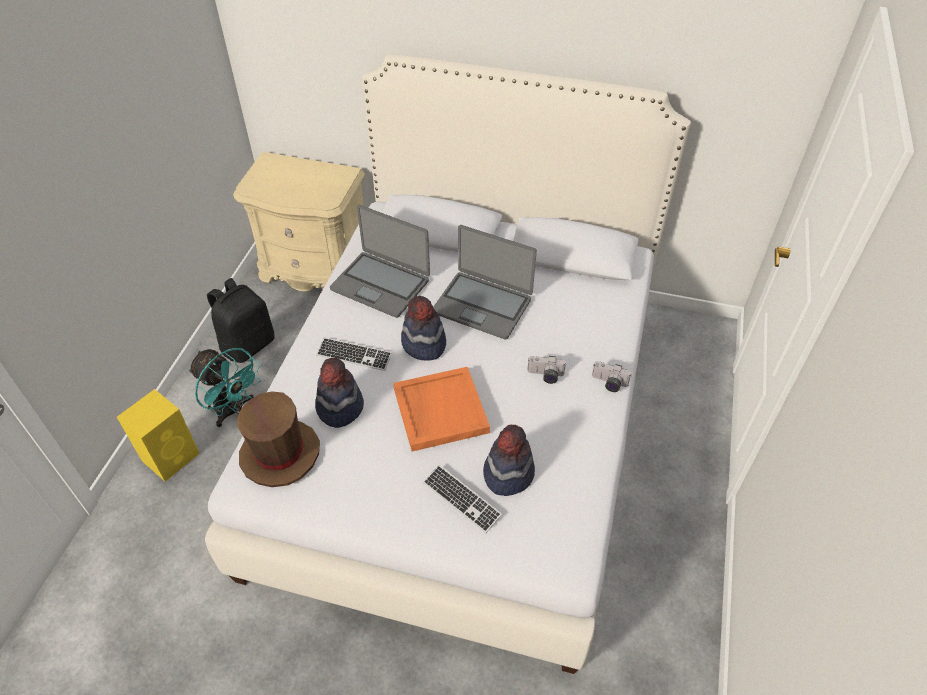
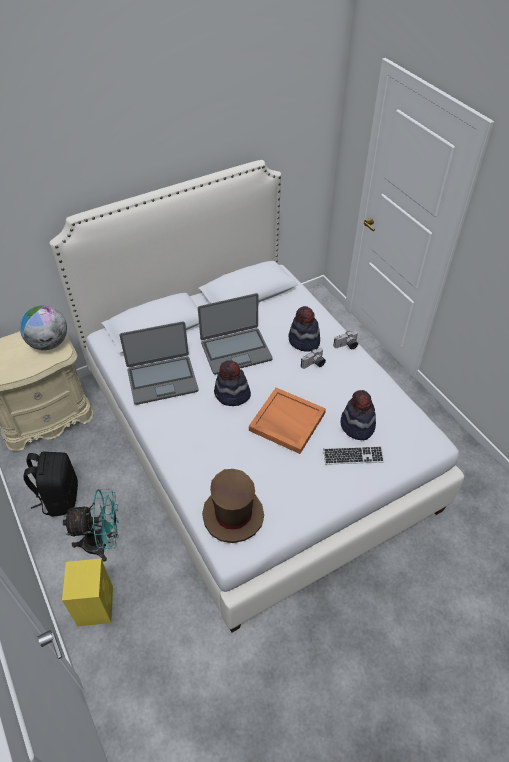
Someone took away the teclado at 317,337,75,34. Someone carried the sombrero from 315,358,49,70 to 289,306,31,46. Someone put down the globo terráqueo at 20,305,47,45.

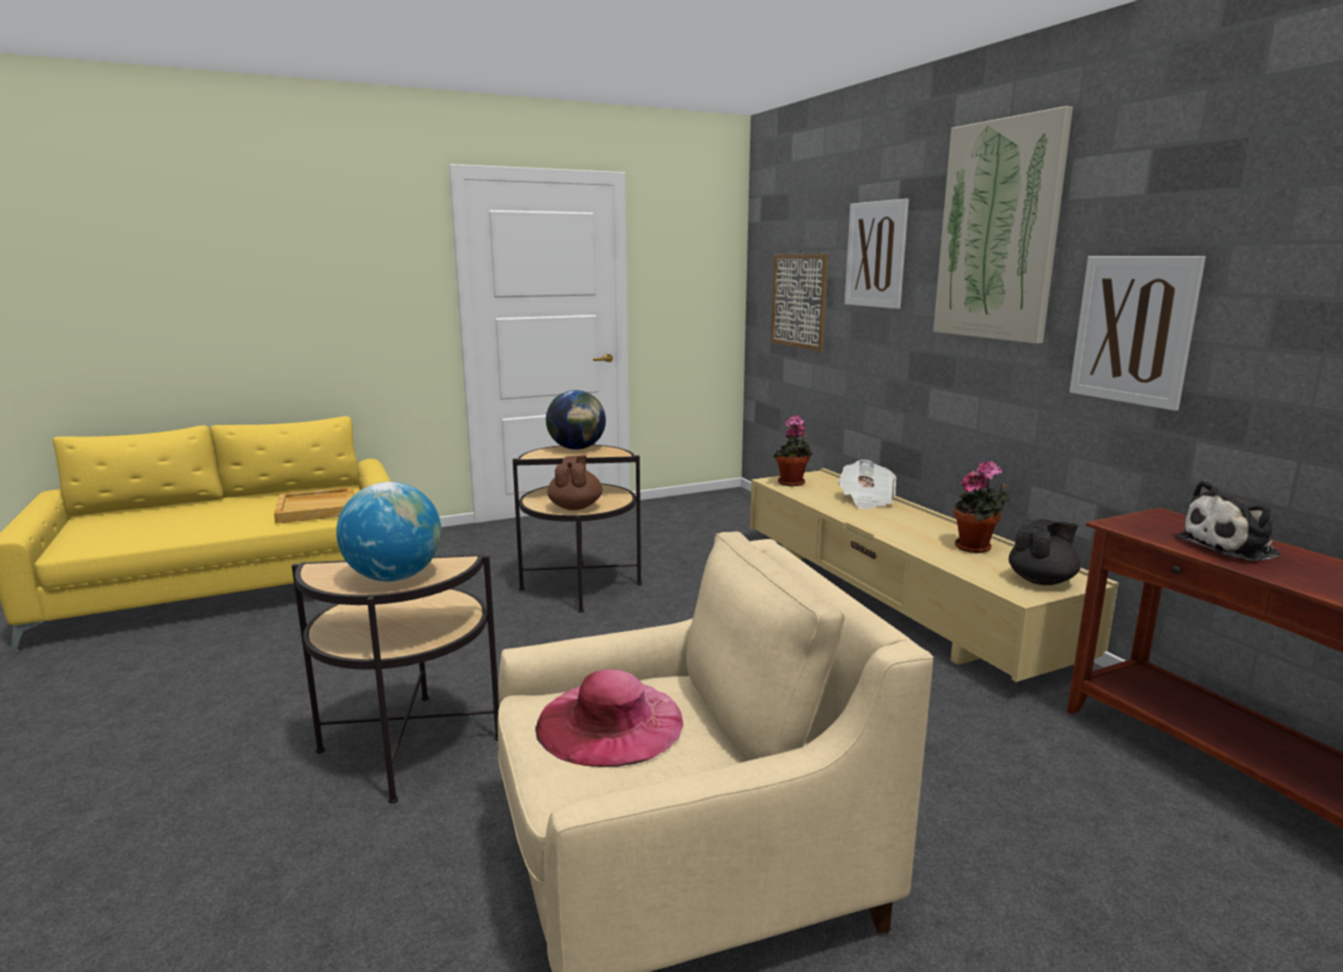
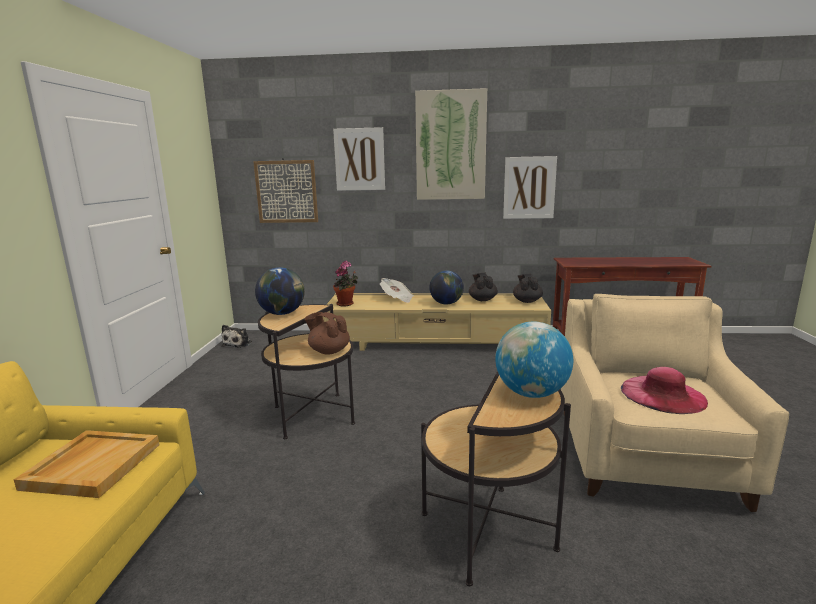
Someone swapped the planta en maceta at 954,461,57,92 for the tetera [negro] at 469,273,29,28. Someone carried the peluche from 1176,480,105,81 to 221,325,31,23. Someone put down the globo terráqueo at 429,270,35,35.

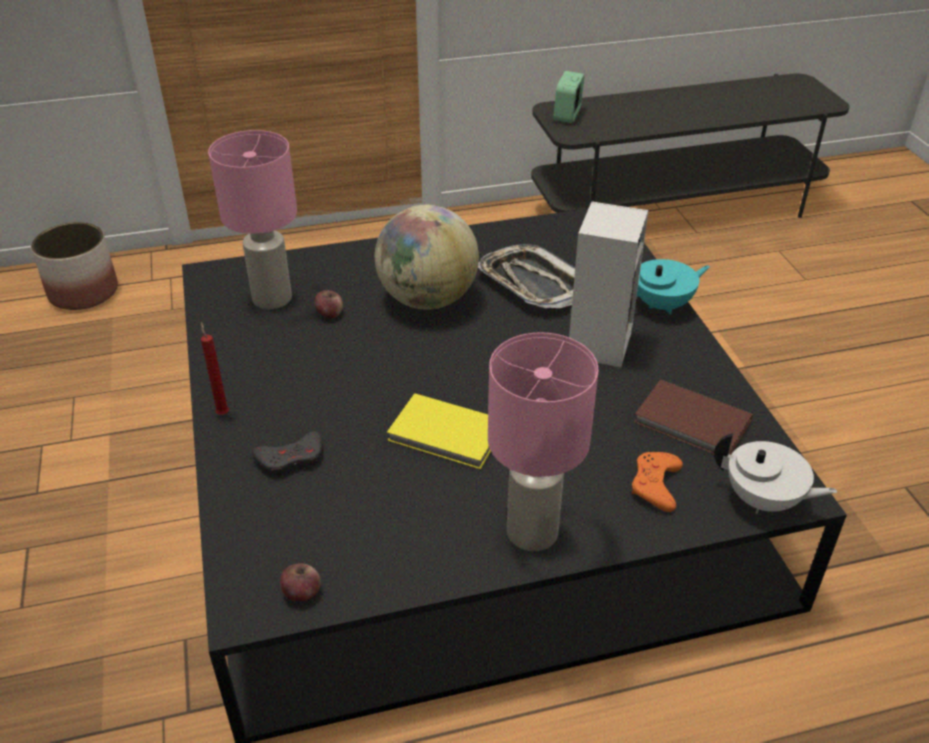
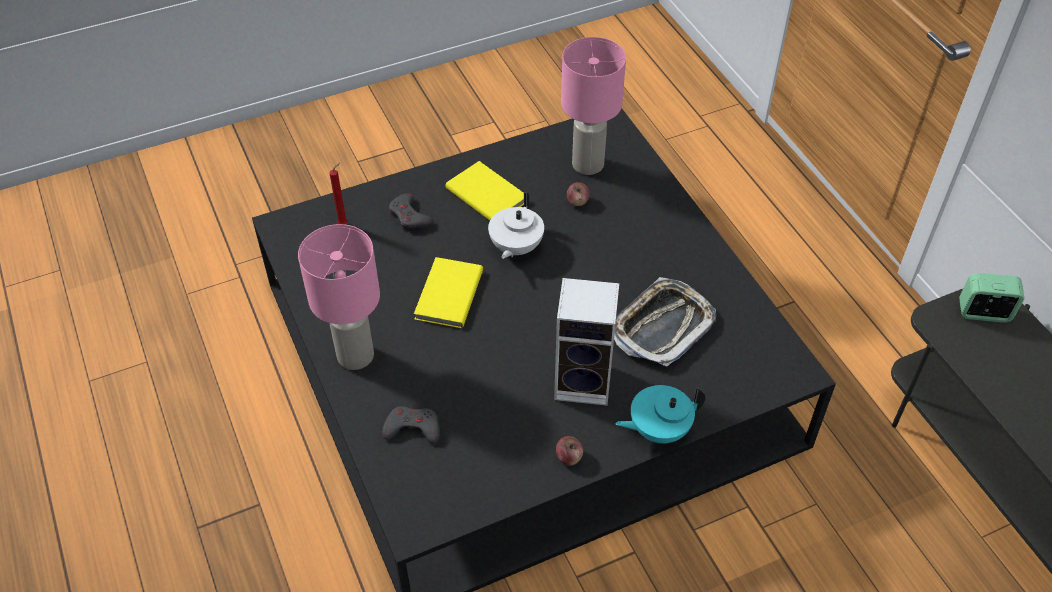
Someone took away the globo terráqueo at 375,205,104,105. Someone took away the maceta at 31,222,87,88. Someone rotated the tetera [turquesa] at 637,259,73,56 by 105 degrees clockwise. Someone carried the vela [rojo] from 201,322,28,93 to 329,163,19,61. Someone took away the libro [marrón] at 634,380,119,75. Someone carried the tetera [blanco] from 714,433,123,81 to 488,192,56,67. Someone repainted the mando de consola [naranja] at 632,452,51,60, which became the mando de consola [gris] at 382,406,58,38. Someone carried the manzana from 280,563,40,38 to 556,436,27,30. Someone put down the libro [amarillo] at 445,161,79,59.

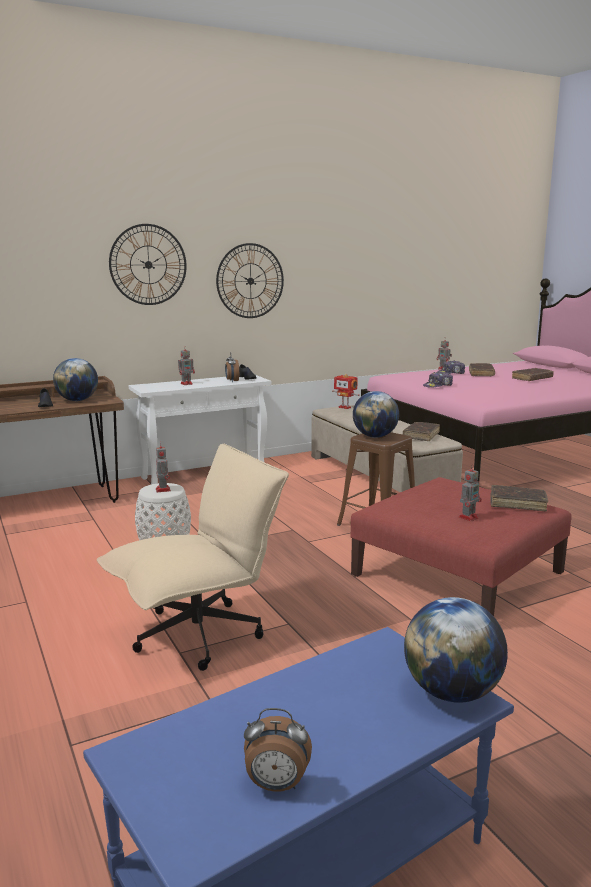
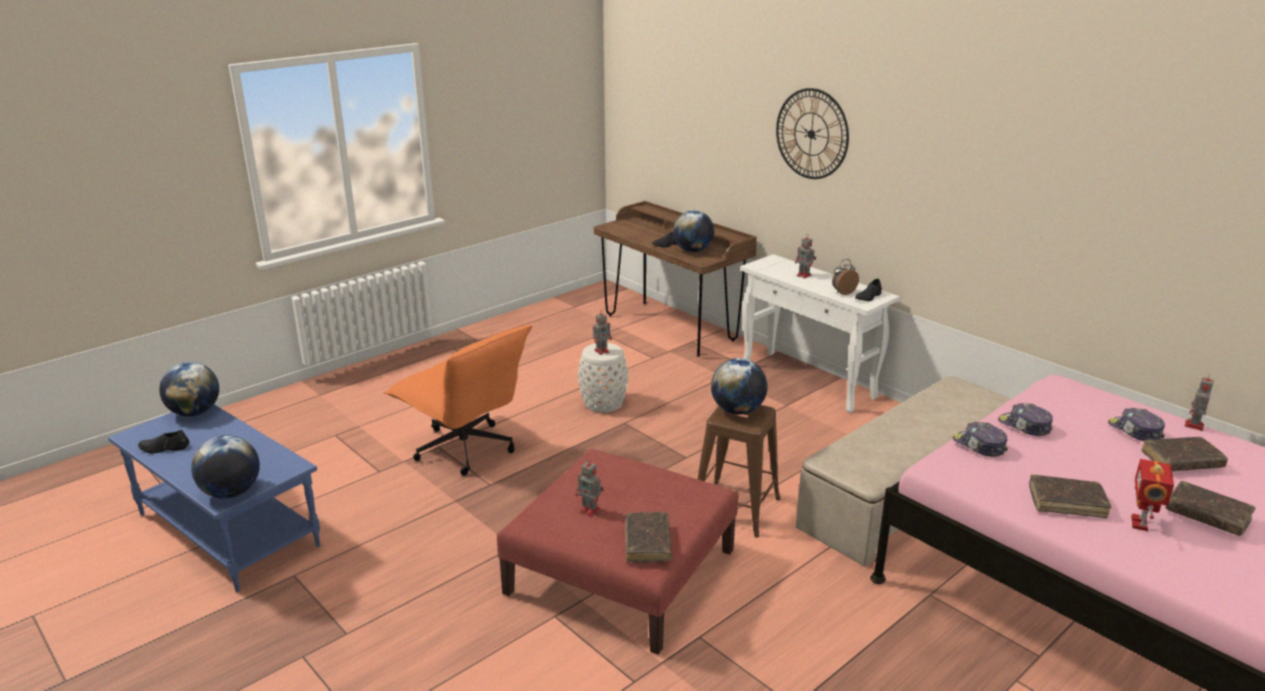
Someone took away the reloj de pared at 216,243,68,75. Someone carried the robot de juguete from 332,374,28,35 to 1131,459,43,72. Someone carried the libro [marrón] from 403,422,37,19 to 1029,475,82,43. Someone repainted the silla de oficina [beis] at 97,444,192,227, which became the silla de oficina [naranja] at 383,325,149,151. Someone swapped the despertador at 244,708,68,84 for the zapato [negro] at 138,430,52,24. Someone put down the globo terráqueo at 159,362,60,54. Someone put down the gorra at 953,422,55,35.

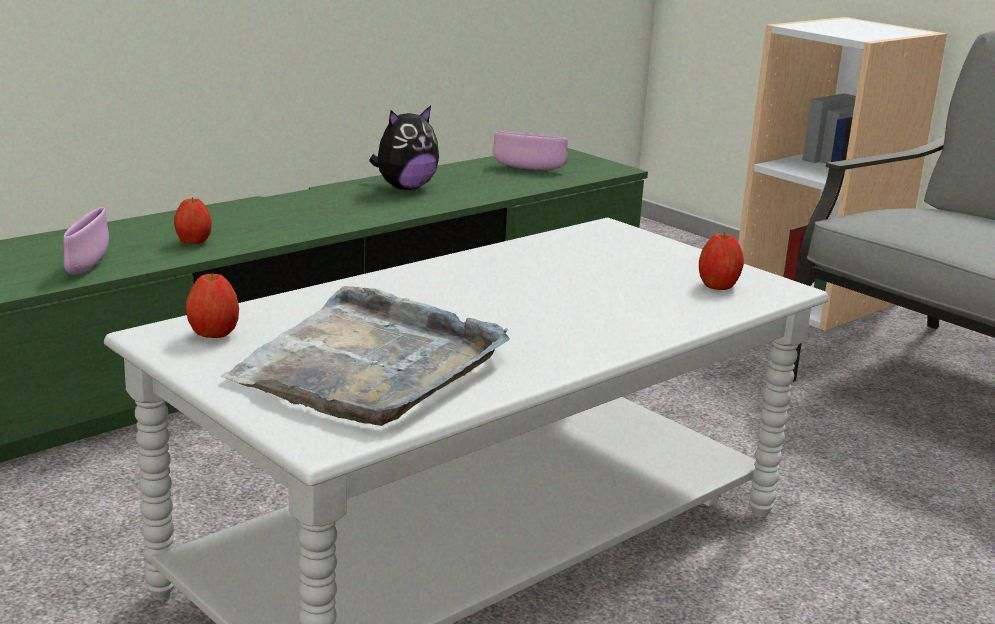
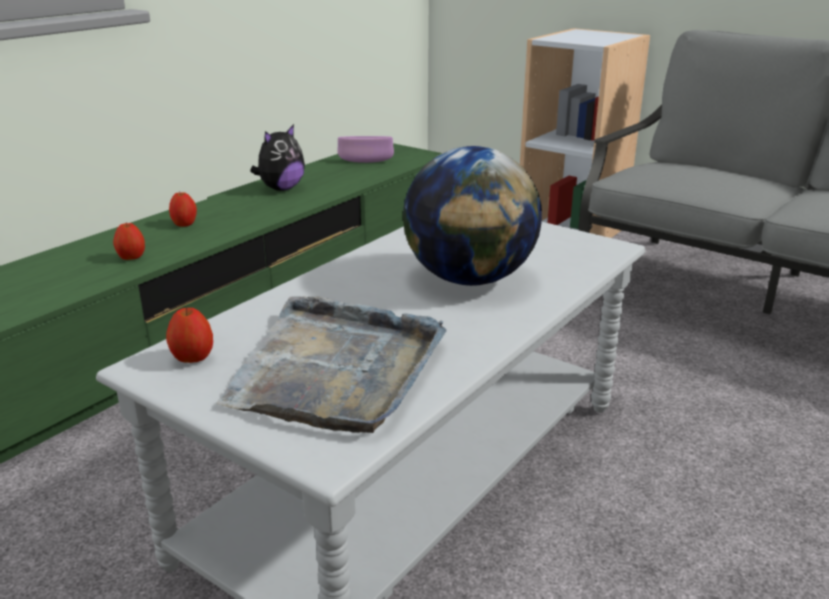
Someone took away the cuenco [morado] at 63,207,46,68. Someone carried the manzana from 699,231,45,59 to 169,192,28,35. Someone put down the globo terráqueo at 403,146,139,140.

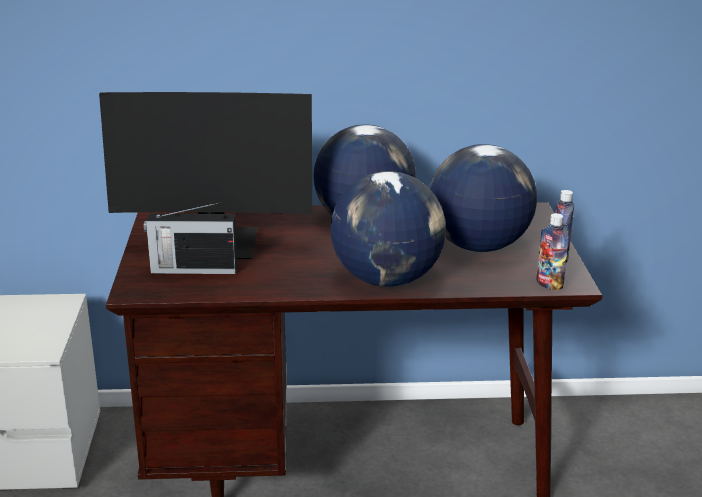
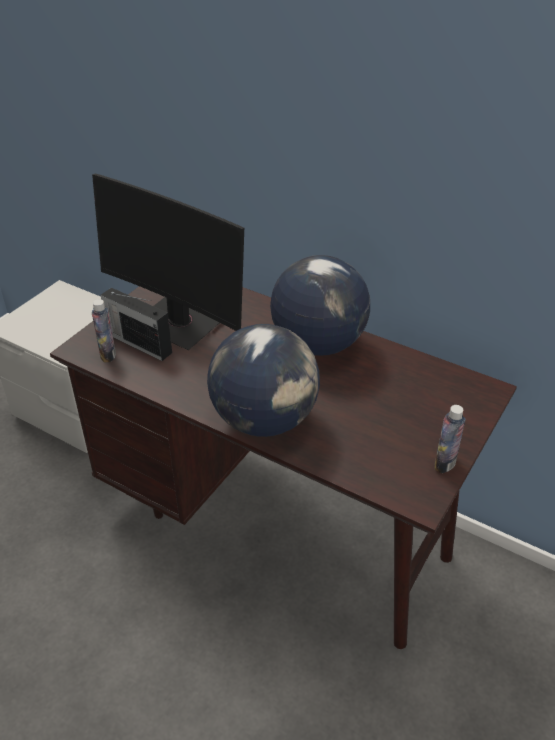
Someone took away the globo terráqueo at 429,144,108,108. Someone carried the botella from 536,213,32,78 to 92,299,24,64.

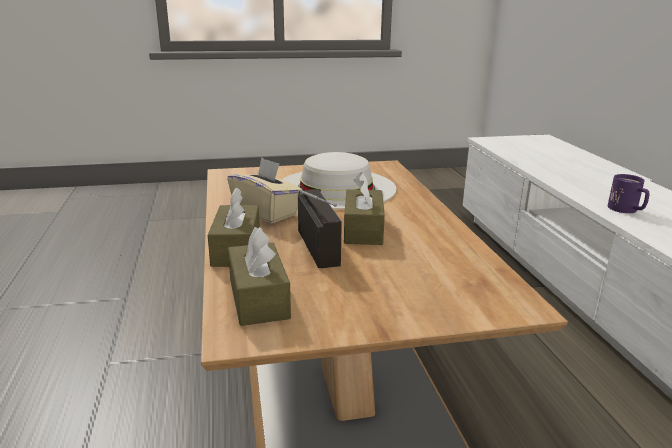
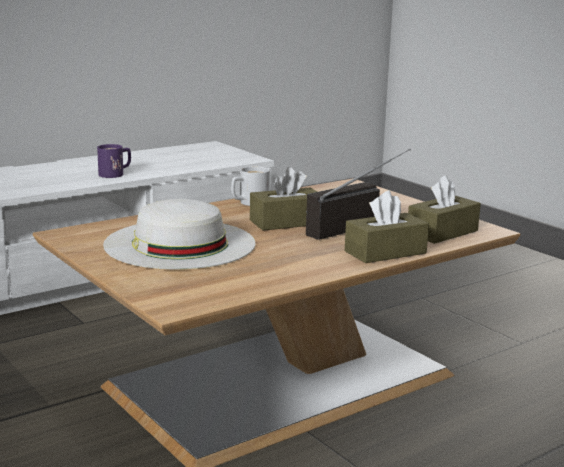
Someone took away the caja de pañuelos [beis] at 227,157,76,66. Someone put down the taza grande [blanco] at 231,166,39,40.

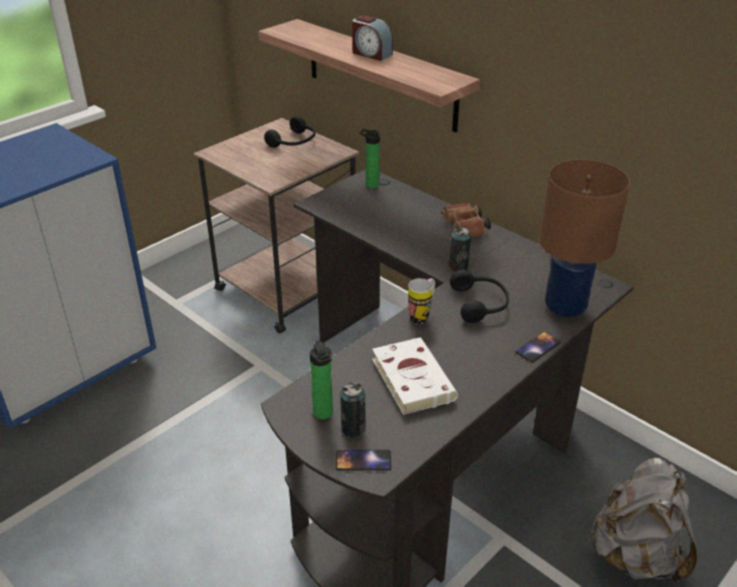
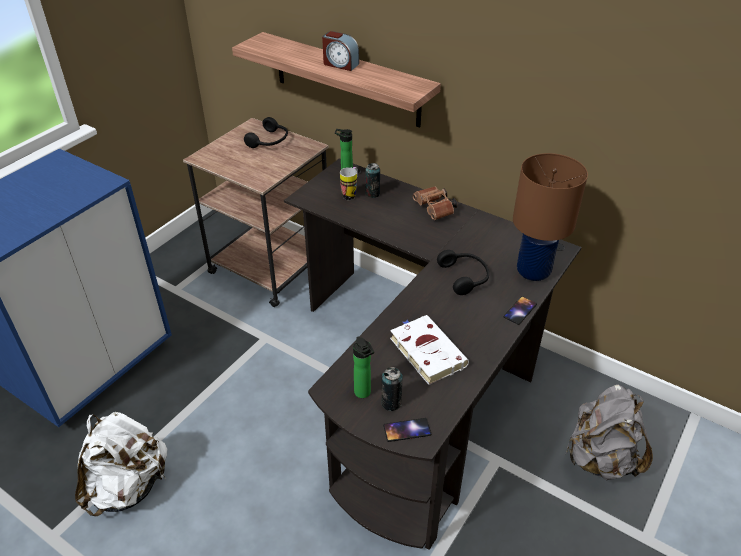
Someone carried the lata from 449,227,22,45 to 365,163,15,35. Someone carried the taza grande from 408,278,27,46 to 340,167,18,33. Someone put down the mochila [blanco] at 75,412,92,104.

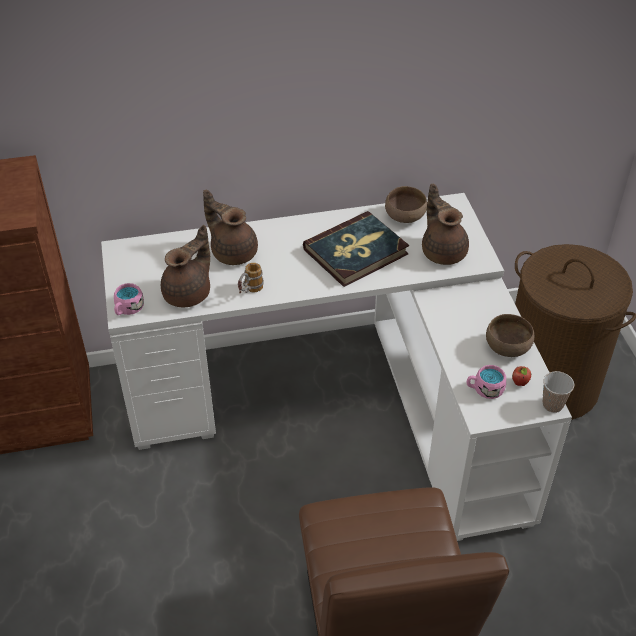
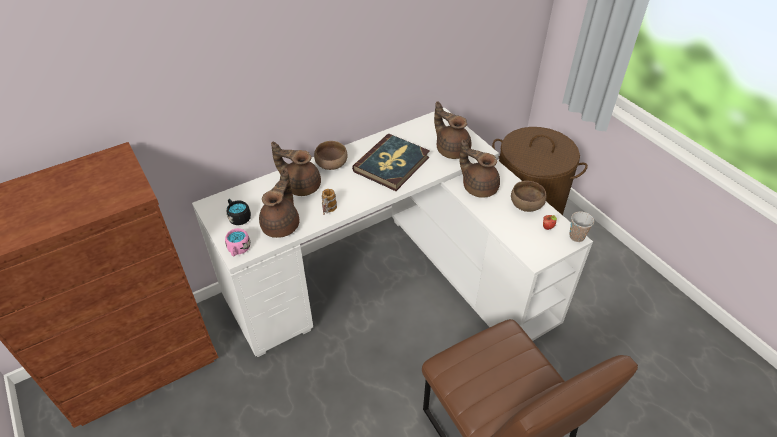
Someone carried the cuenco [marrón] from 385,186,42,37 to 314,141,34,29. Someone took away the taza grande [rosa] at 467,365,39,34. Someone put down the tetera [marrón] at 459,139,41,59. Someone put down the taza grande [negro] at 227,199,24,26.

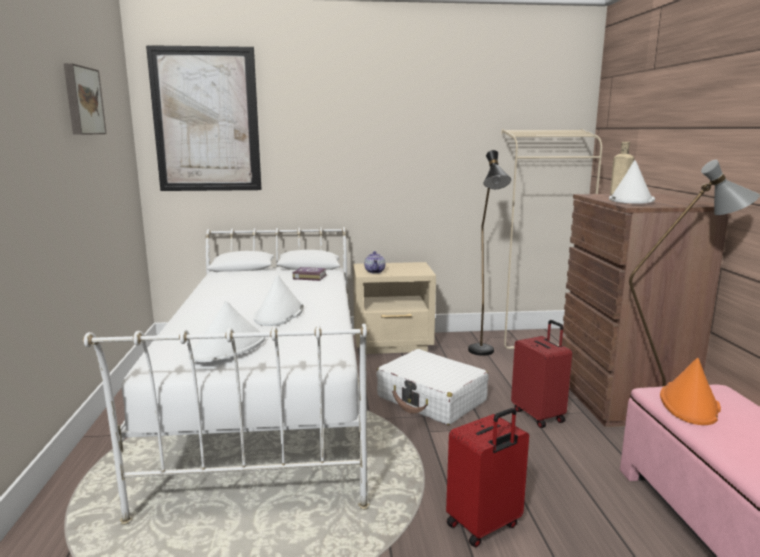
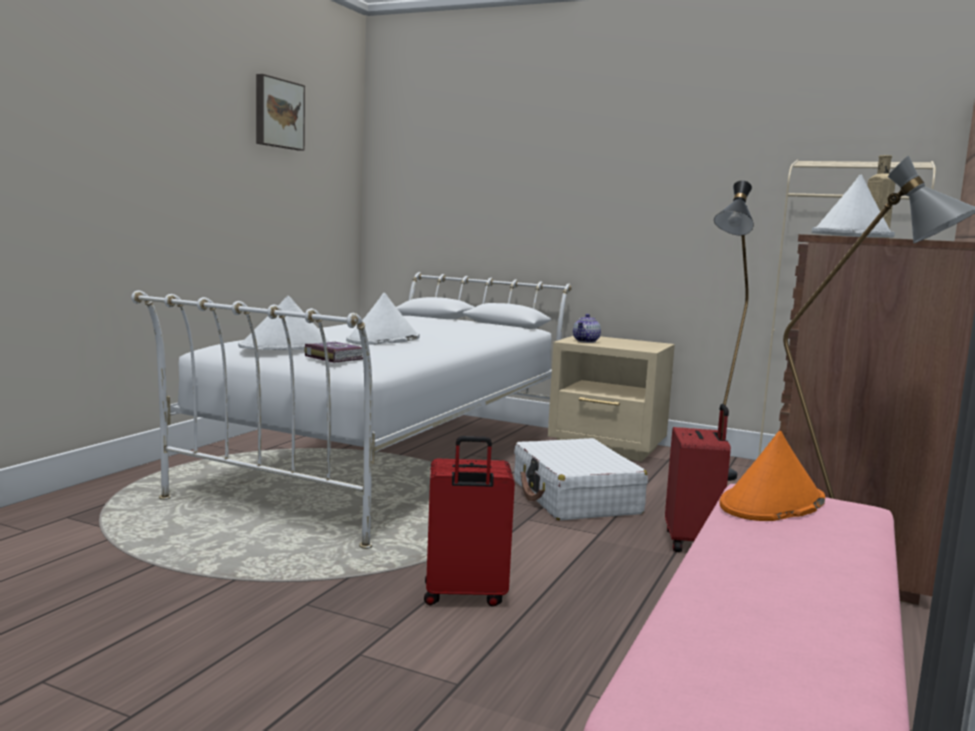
Someone took away the cuadro at 146,45,116,146. Someone carried the libro from 292,267,35,14 to 304,342,59,21.

